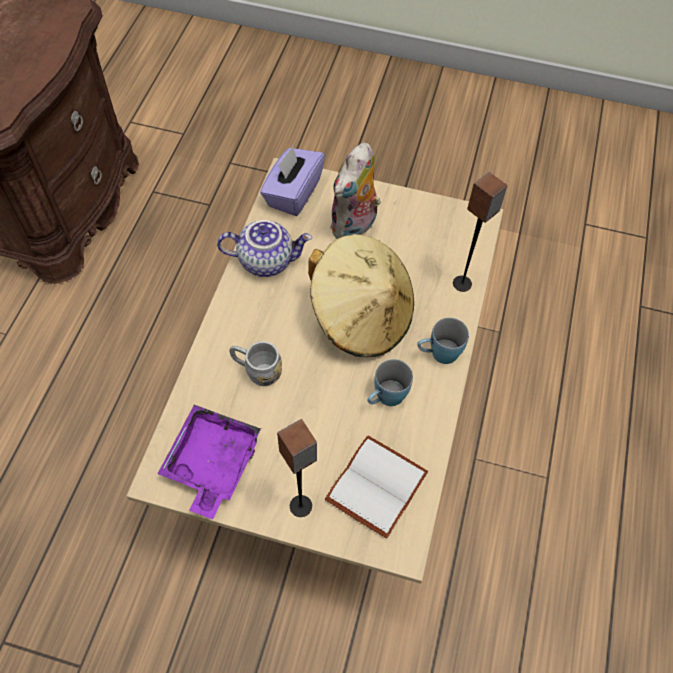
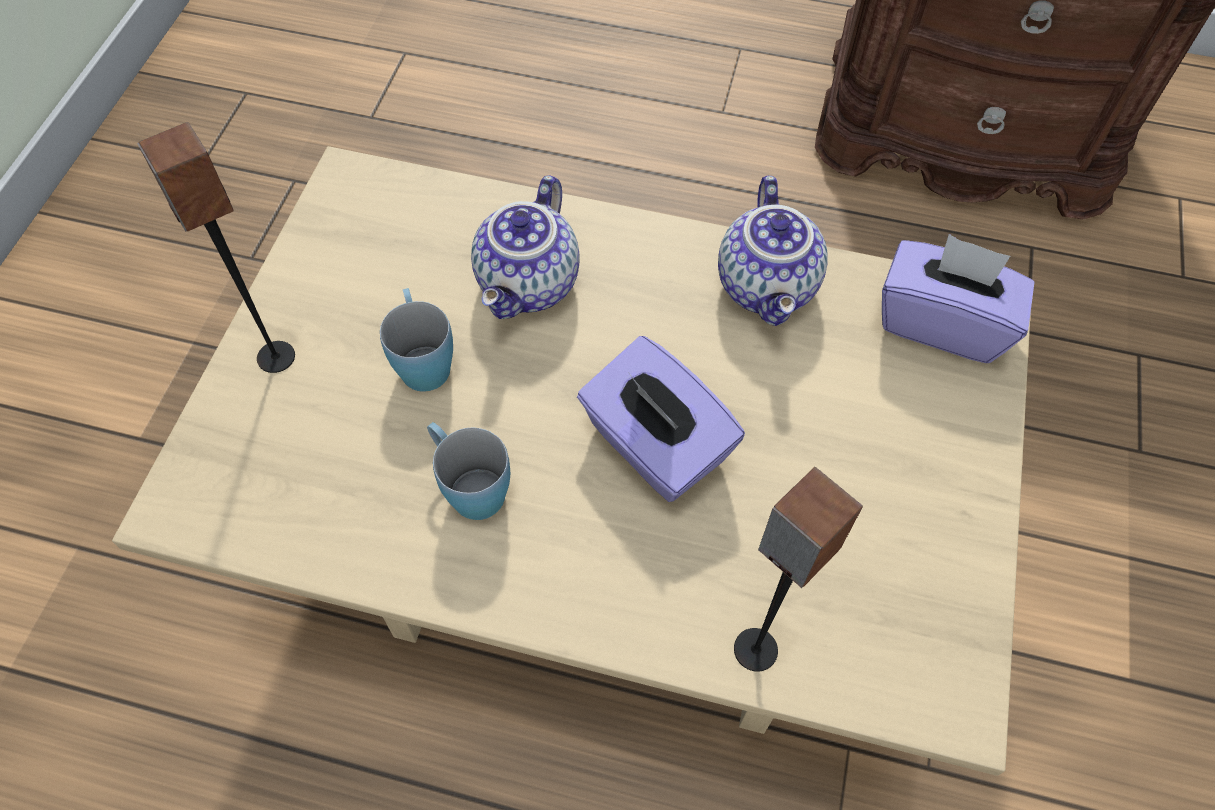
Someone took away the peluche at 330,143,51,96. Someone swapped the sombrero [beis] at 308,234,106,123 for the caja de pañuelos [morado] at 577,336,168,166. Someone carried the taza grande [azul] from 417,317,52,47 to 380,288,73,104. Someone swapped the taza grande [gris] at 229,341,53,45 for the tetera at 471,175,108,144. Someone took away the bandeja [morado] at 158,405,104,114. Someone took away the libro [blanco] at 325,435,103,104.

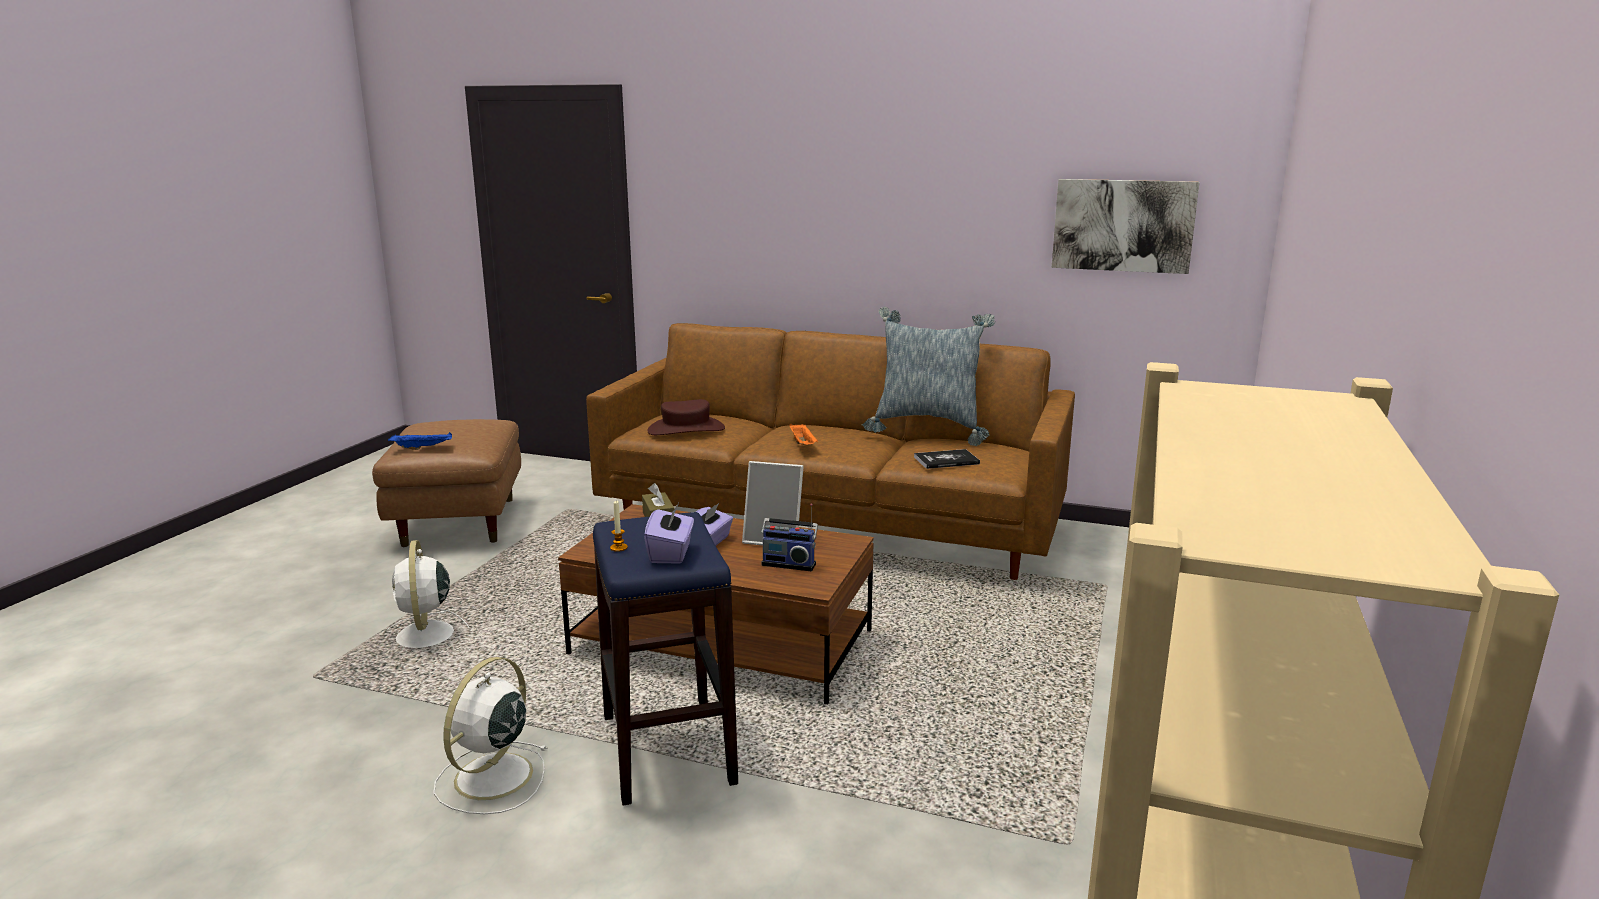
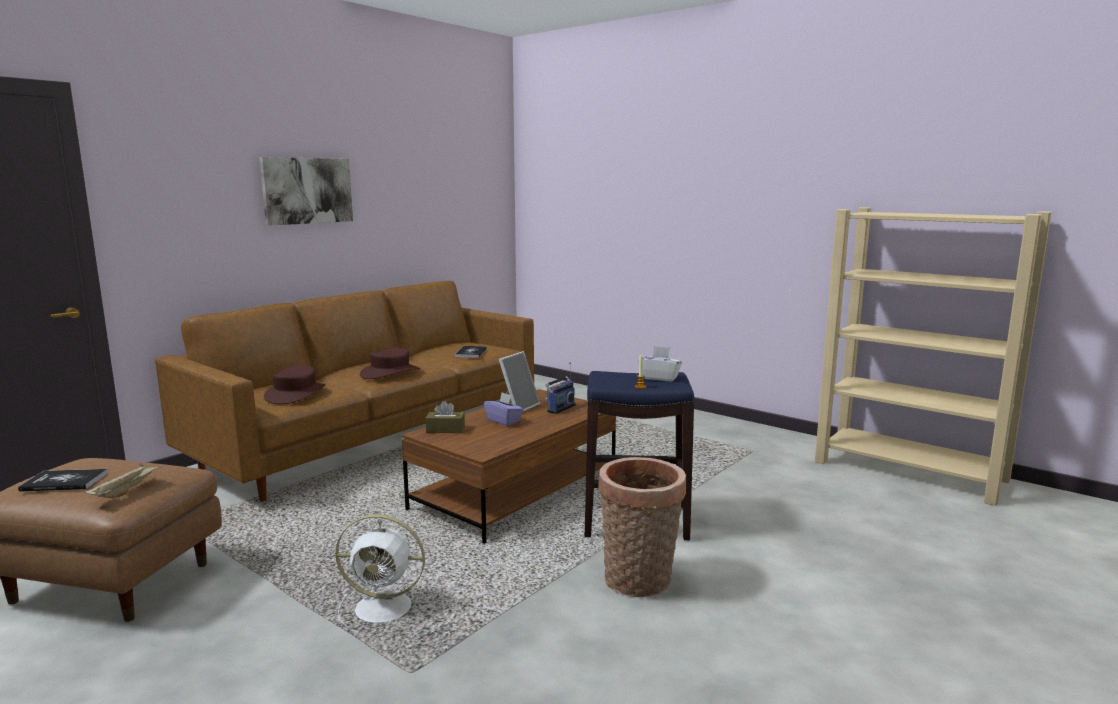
Someone carried the cuadro from 1052,179,148,95 to 259,157,94,69. Someone took away the cojín at 861,307,134,139. Someone swapped the bandeja [naranja] at 789,423,29,22 for the sombrero [marrón] at 360,348,60,31. Someone repainted the bandeja [azul] at 388,432,64,18, which became the bandeja [beis] at 84,464,78,34. Someone repainted the caja de pañuelos [morado] at 644,503,50,61, which became the caja de pañuelos [blanco] at 638,346,44,35. Someone swapped the ventilador [blanco] at 433,657,115,157 for the cesta at 598,457,88,140. Someone put down the libro at 18,469,90,23.

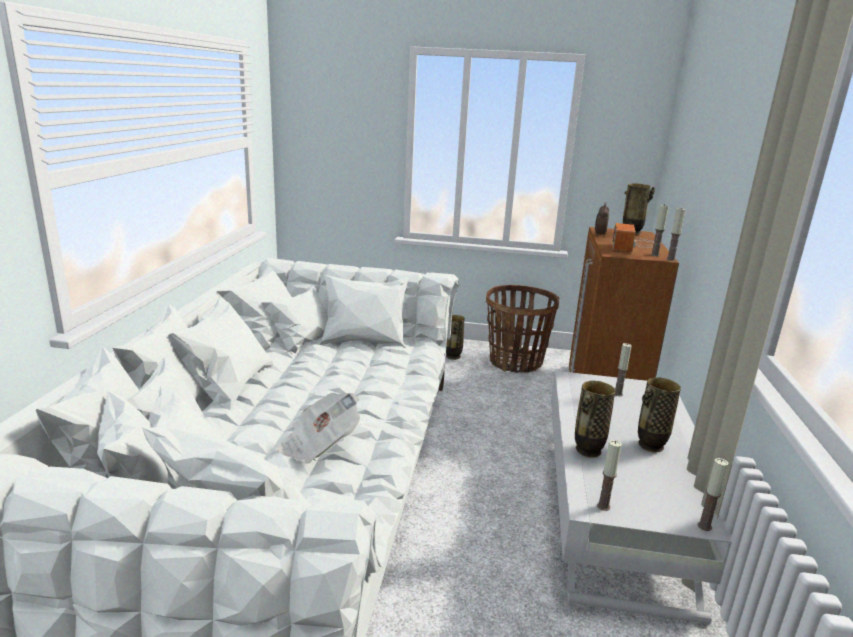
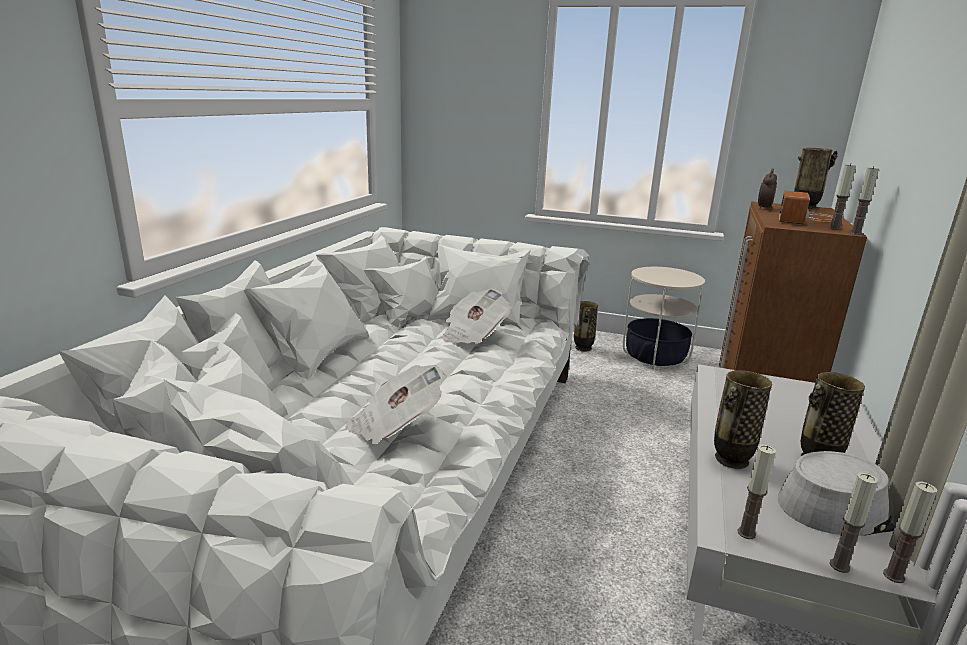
Someone swapped the cesta at 486,285,73,88 for the mesa auxiliar [beis] at 623,267,82,102. Someone carried the vela from 615,343,17,53 to 829,472,49,101. Someone put down the periódico at 442,289,69,55. Someone put down the sombrero [gris] at 778,451,117,85.

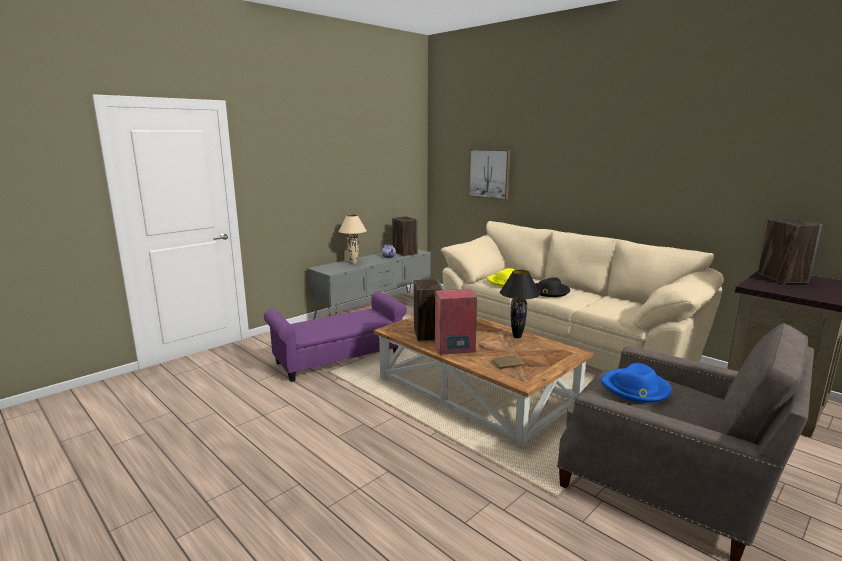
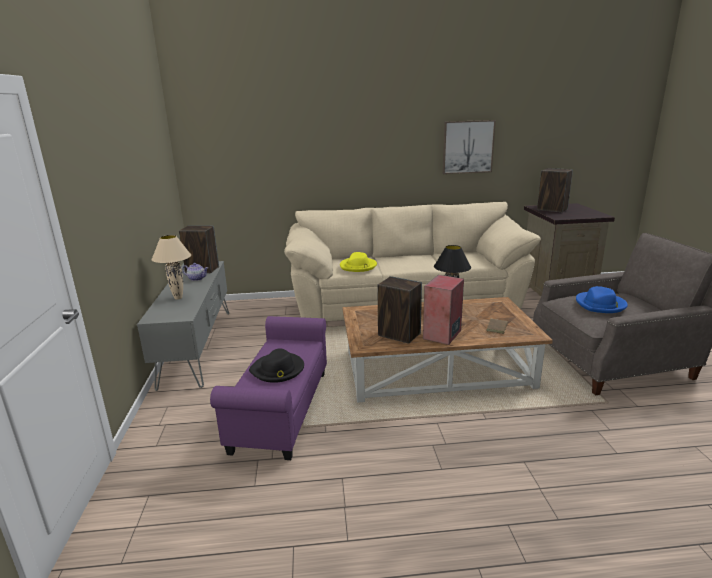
Someone carried the cuadro from 468,149,42,51 to 443,120,53,54. Someone carried the sombrero [negro] from 535,277,35,20 to 249,348,55,35.

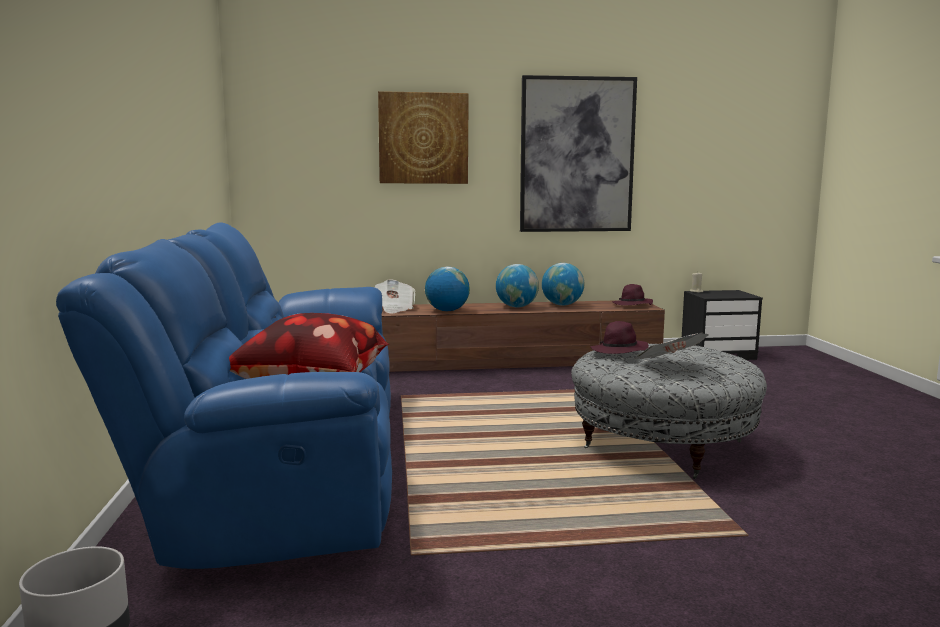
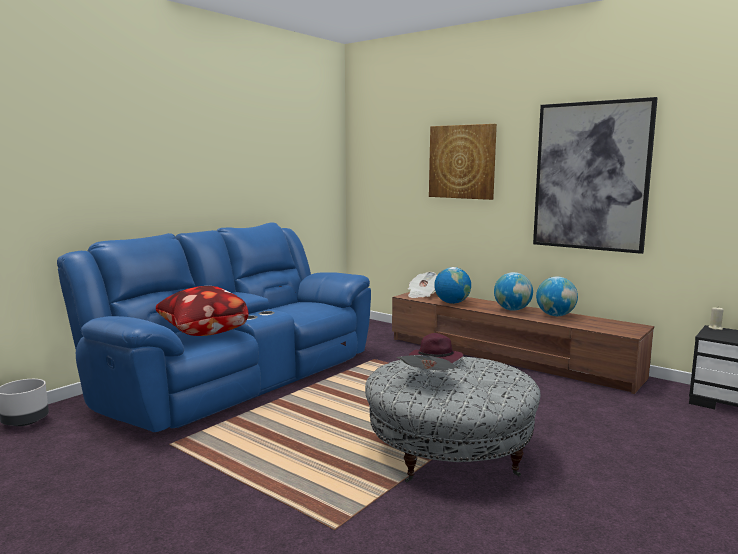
Someone took away the sombrero [morado] at 612,284,41,21.

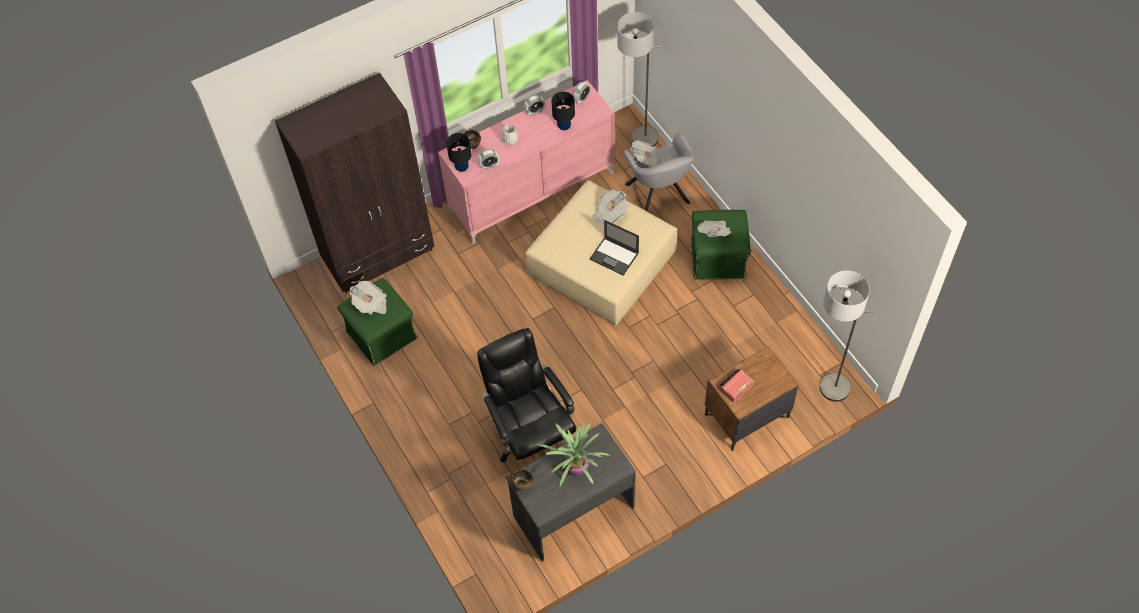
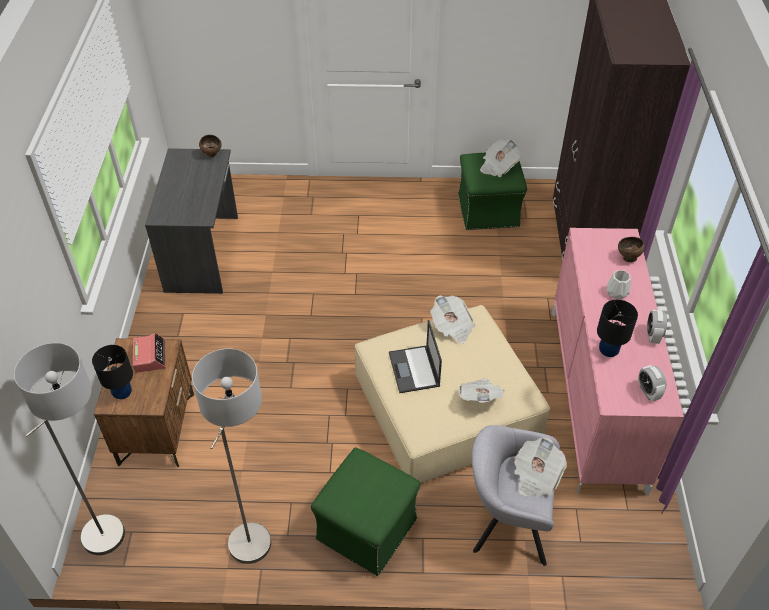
Someone carried the lámpara de pie [gris] from 617,12,45,135 to 192,348,79,216. Someone carried the lámpara de mesa [negro] from 446,133,26,39 to 92,345,41,54. Someone took away the despertador at 478,149,21,20. Someone rotated the portátil at 590,220,49,56 by 75 degrees counterclockwise. Someone carried the periódico from 697,220,34,17 to 430,295,45,49. Someone took away the silla de oficina [negro] at 477,328,99,135. Someone took away the planta en maceta at 536,423,74,64.

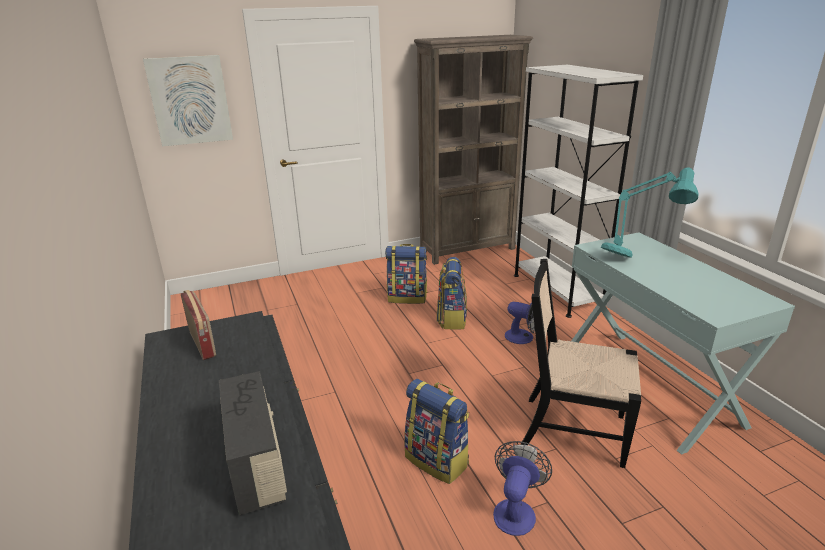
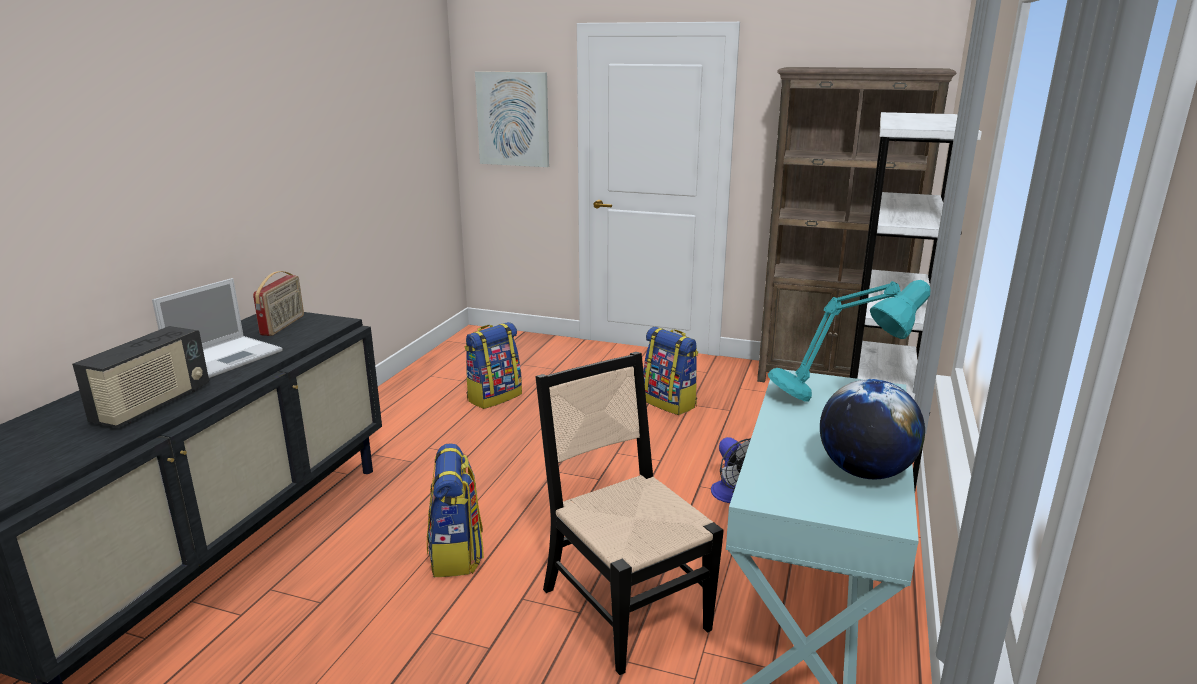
Someone carried the mochila from 437,257,30,72 to 464,322,58,87. Someone took away the ventilador at 493,441,59,95. Someone put down the portátil at 152,278,131,100. Someone put down the globo terráqueo at 820,379,105,100.

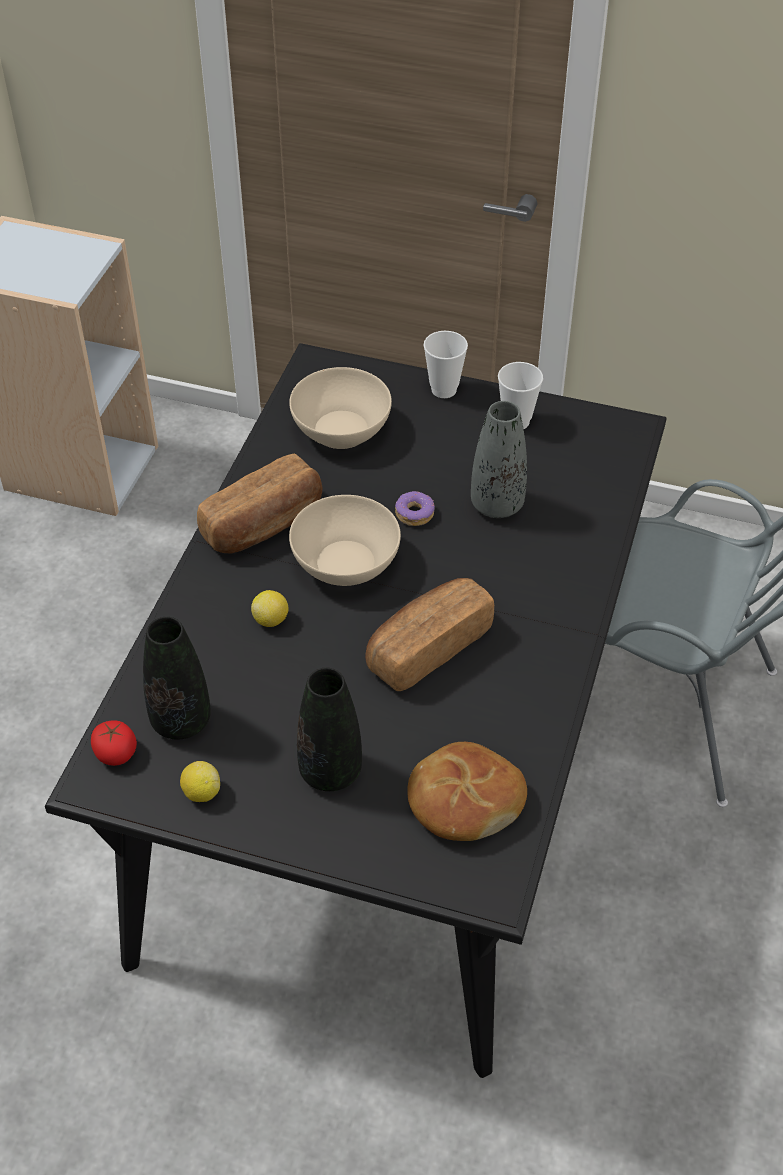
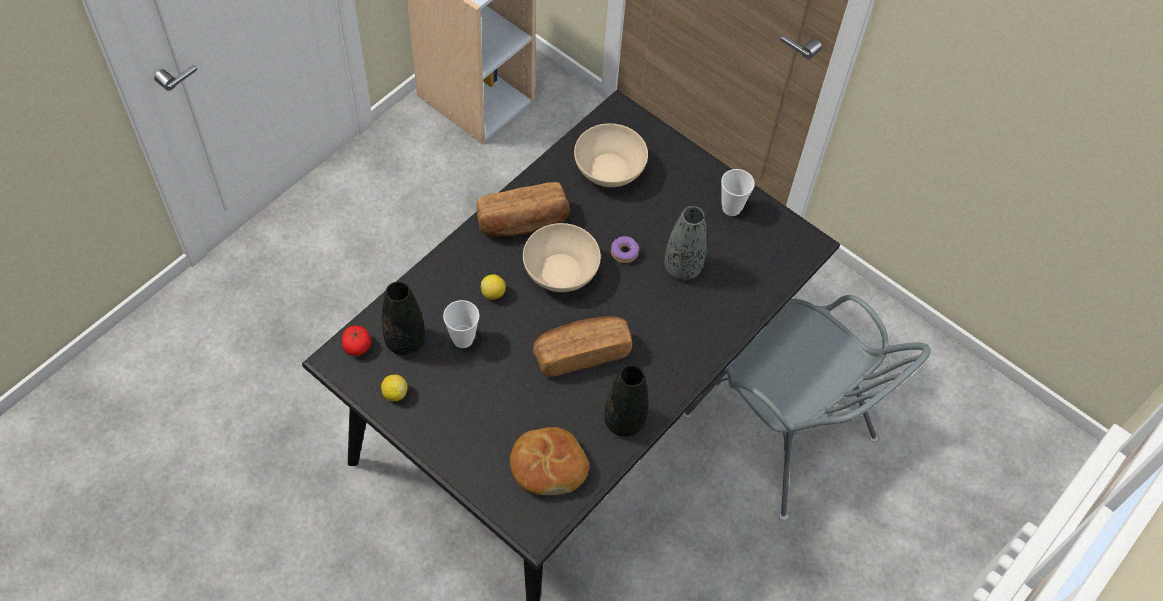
Someone carried the taza from 423,331,45,67 to 443,300,37,48. Someone carried the florero [negro] from 297,668,65,123 to 604,365,44,72.

